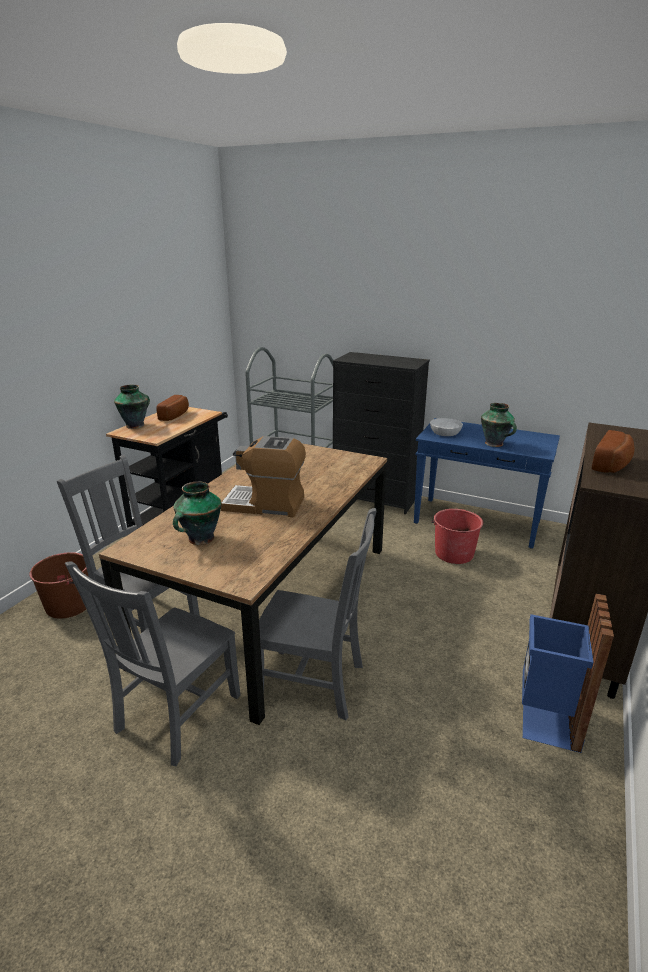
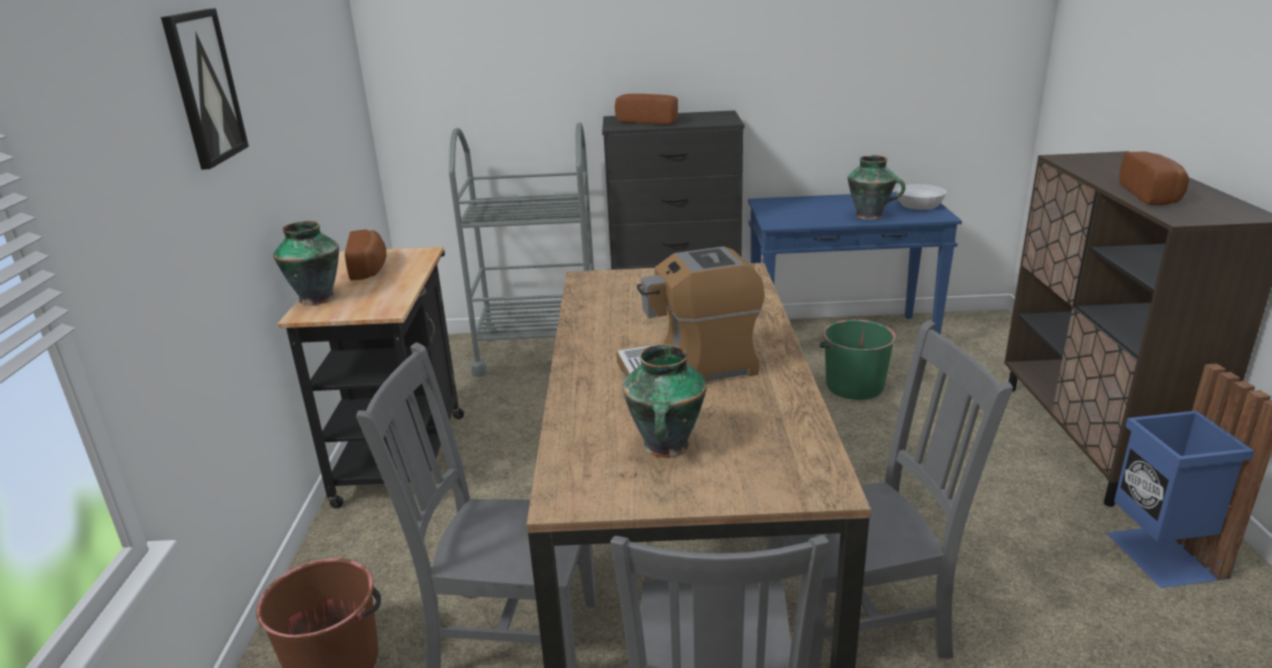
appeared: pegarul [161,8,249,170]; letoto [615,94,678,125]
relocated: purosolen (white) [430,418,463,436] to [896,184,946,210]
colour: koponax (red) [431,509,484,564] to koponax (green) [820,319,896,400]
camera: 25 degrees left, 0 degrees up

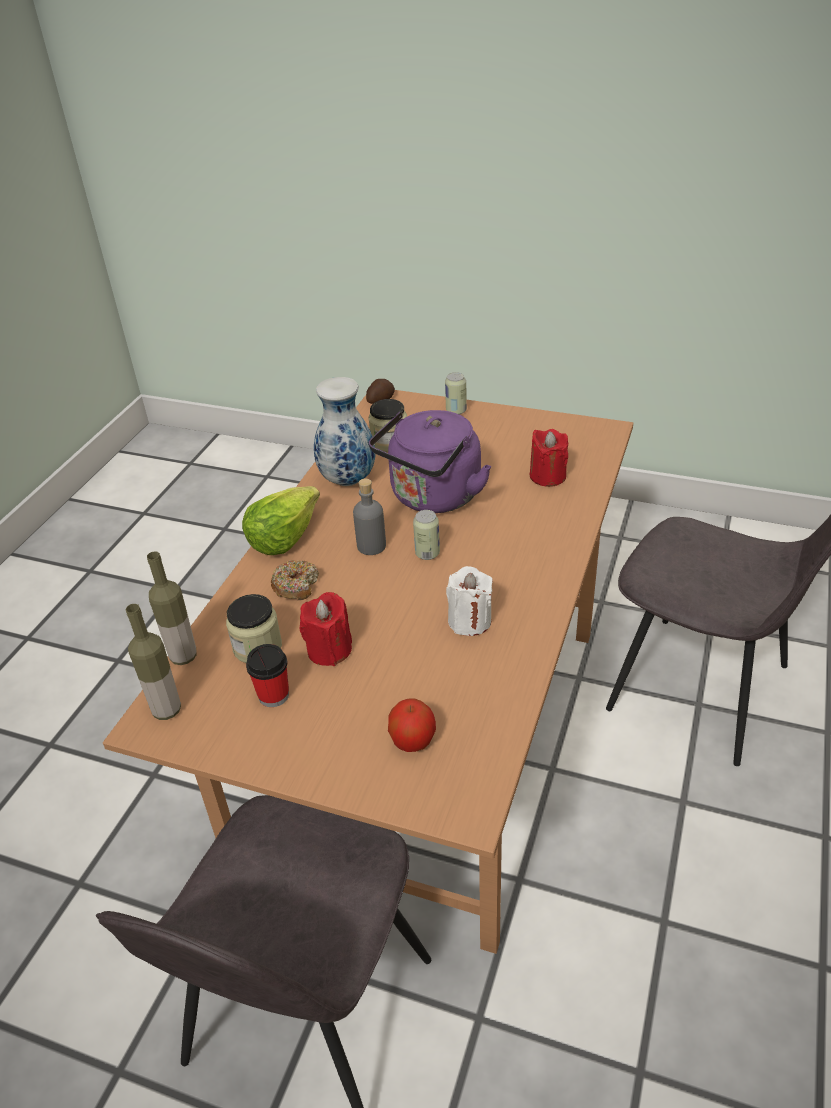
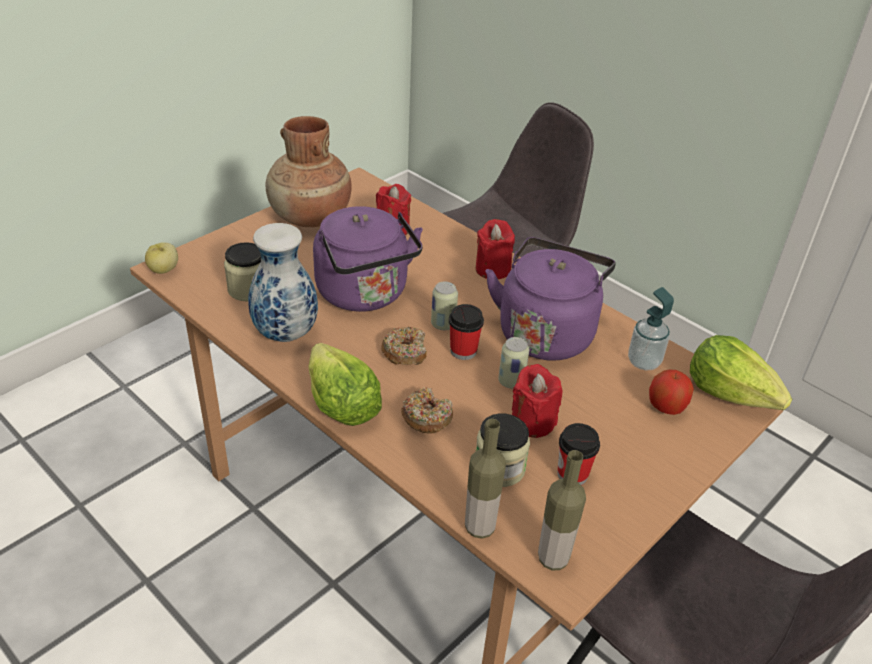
appeared: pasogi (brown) [266,116,352,227]; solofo [449,304,484,360]; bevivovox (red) [475,219,515,279]; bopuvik [628,287,674,370]; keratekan [690,335,792,410]
relocated: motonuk [445,372,467,415] to [498,337,529,388]
exchanged: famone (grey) [353,479,386,555] to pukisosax [381,327,427,365]; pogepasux [366,379,395,404] to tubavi [145,242,178,274]; bevivovox (white) [446,566,493,636] to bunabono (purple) [485,237,616,361]
camera: 70 degrees left, 0 degrees up

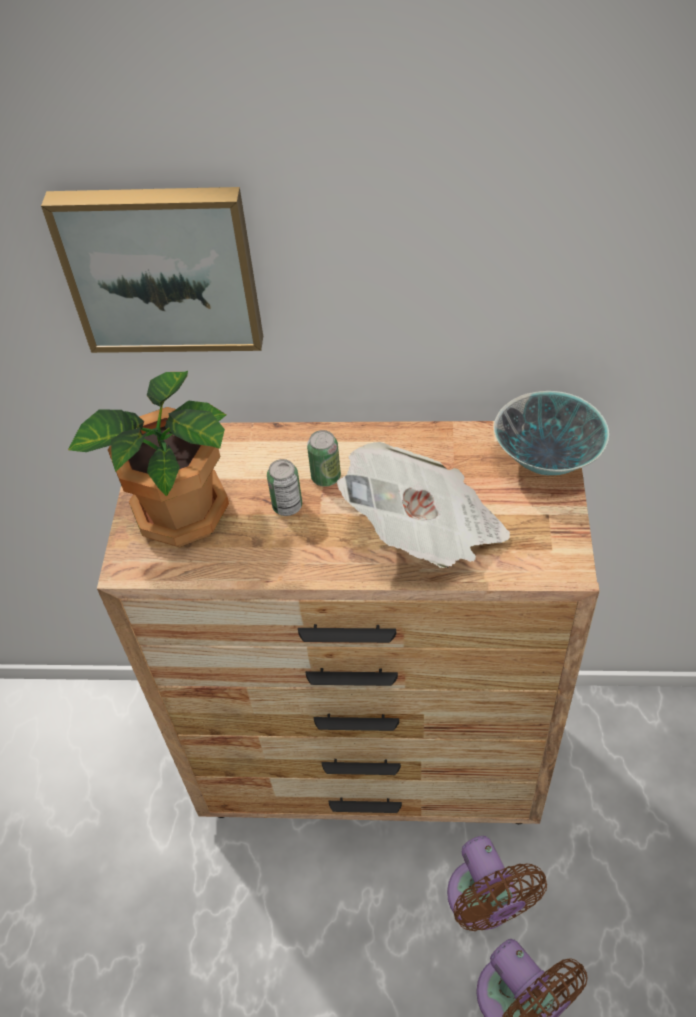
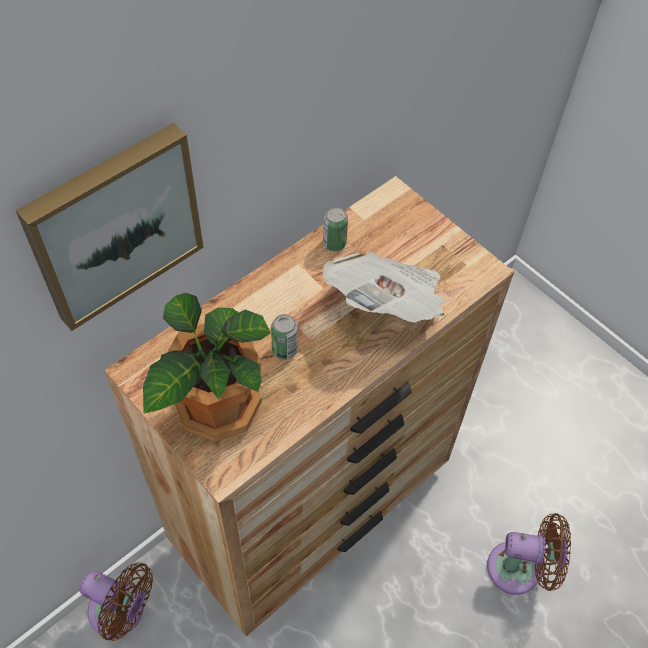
missing: purosolen [494,391,609,475]
relocated: motonuk [307,430,341,487] to [323,207,348,251]; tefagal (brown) [447,836,547,931] to [79,563,153,641]
camera: 50 degrees left, 5 degrees up

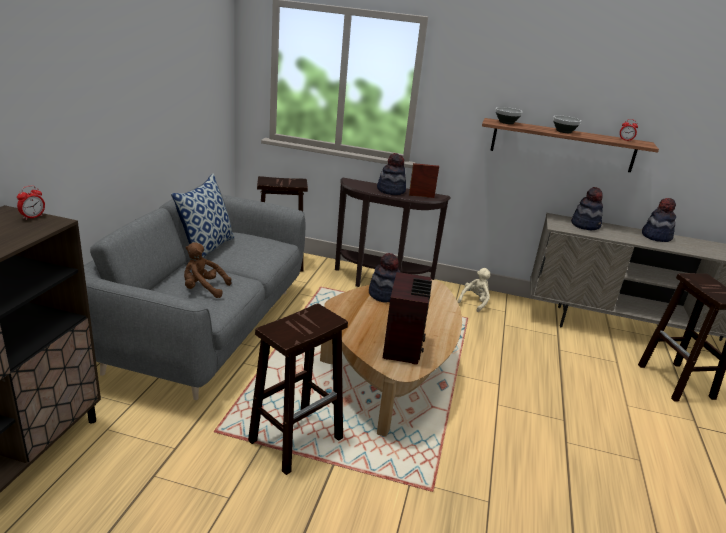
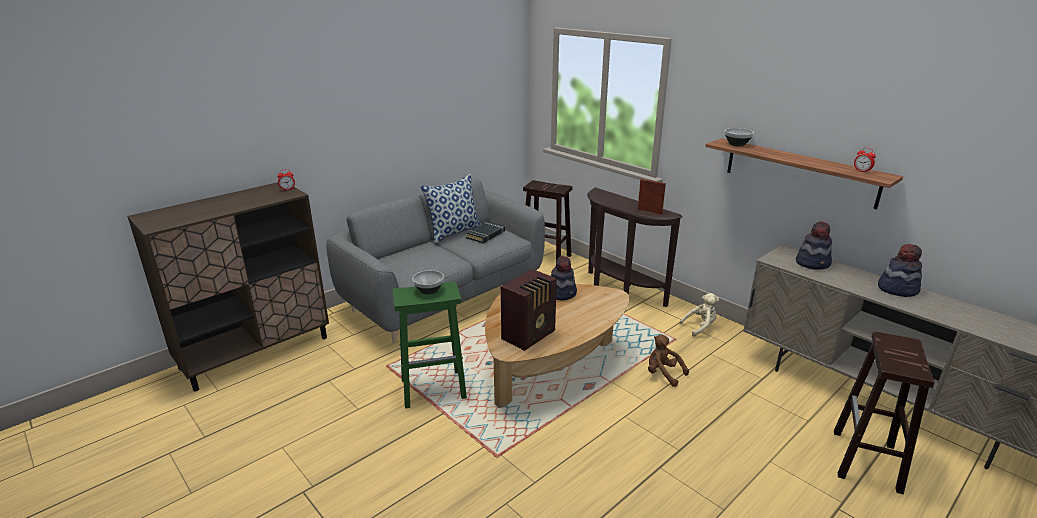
missing: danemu [377,153,406,195]
appeared: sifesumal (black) [466,221,505,243]
relocated: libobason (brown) [184,243,232,298] to [648,335,689,387]; purosolen [553,116,581,133] to [412,270,444,295]
colour: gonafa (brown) [248,304,348,475] to gonafa (green) [392,282,467,408]
camera: 35 degrees right, 0 degrees up

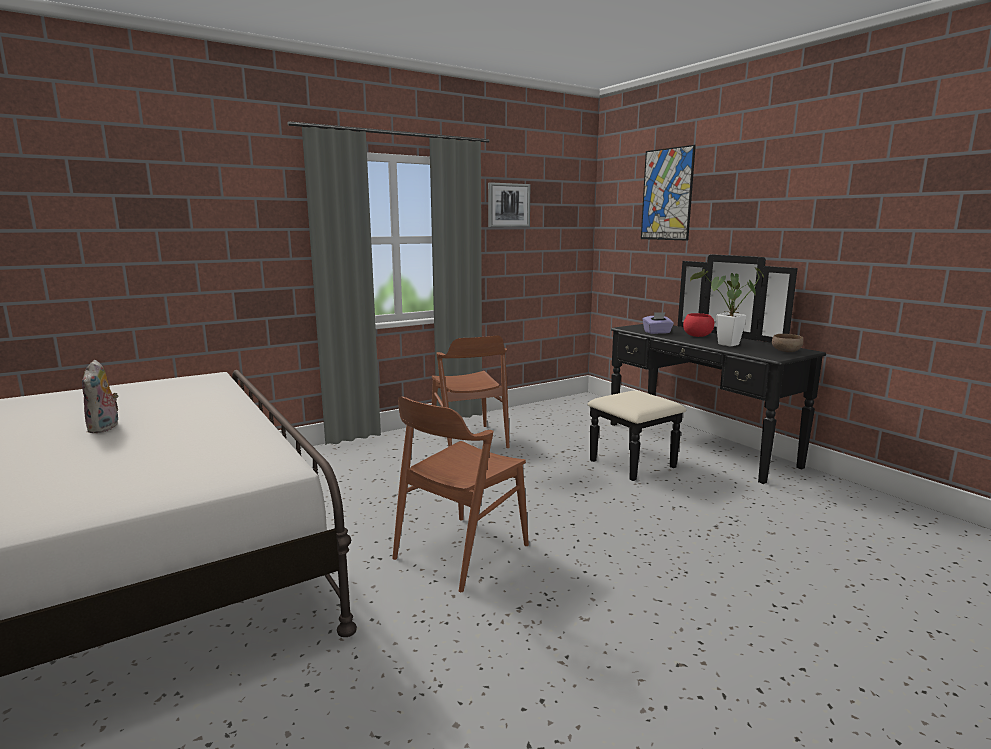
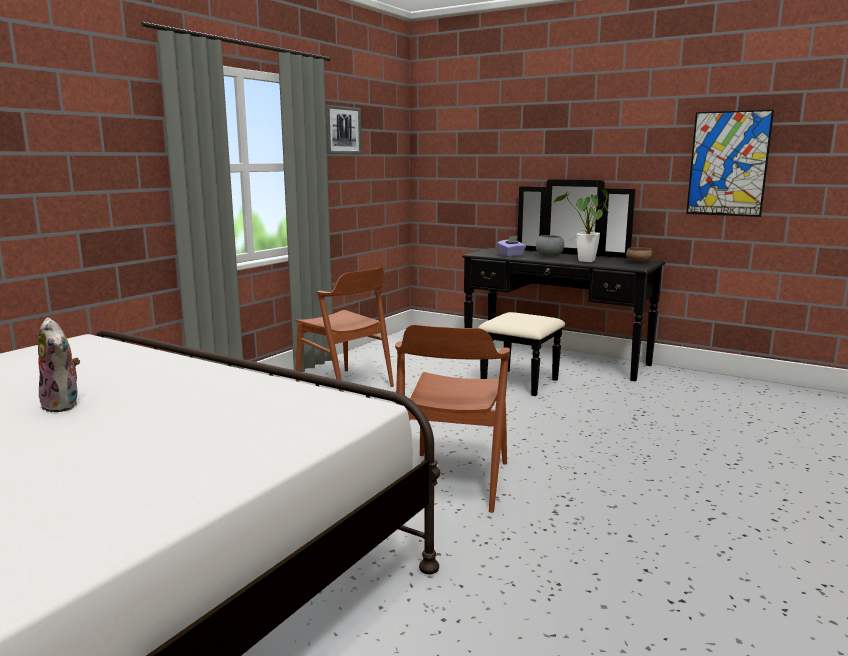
relocated: pegarul [641,145,696,240] to [686,110,774,217]
colour: purosolen (red) [683,313,714,337] to purosolen (grey) [536,235,564,257]
camera: 25 degrees left, 0 degrees up

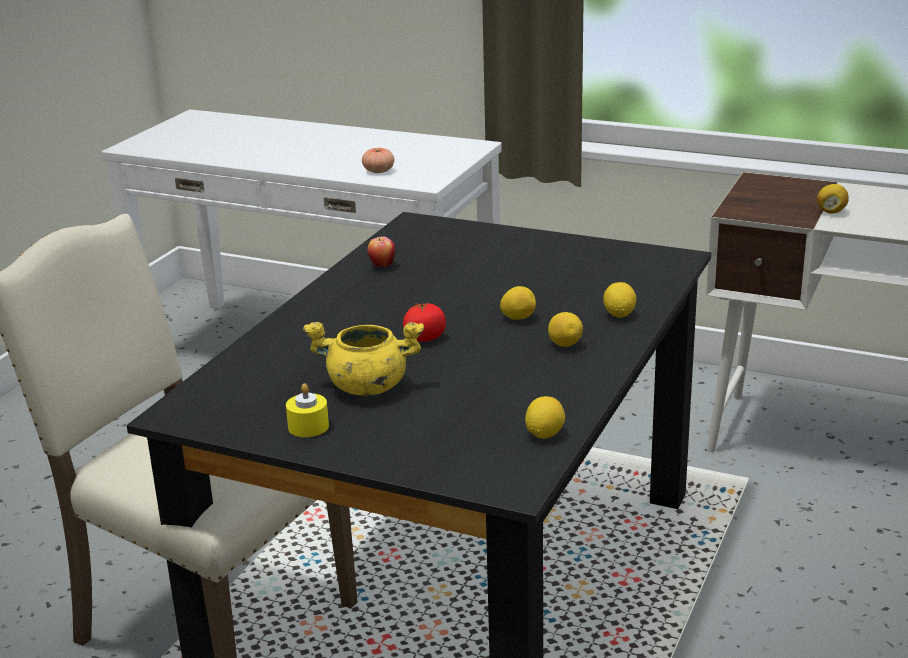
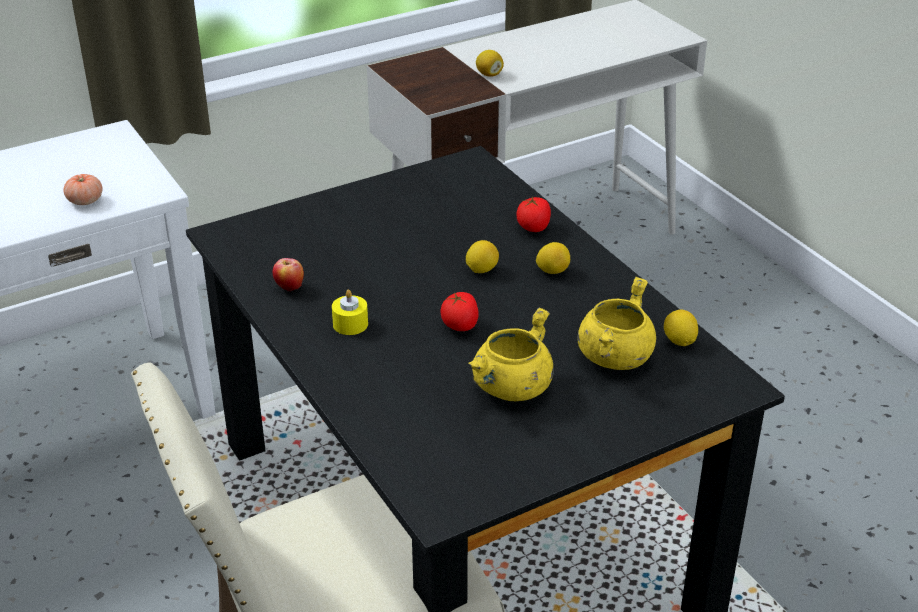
appeared: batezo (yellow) [578,277,656,370]
relocated: bevivovox (yellow) [286,383,329,437] to [332,290,368,335]
exchanged: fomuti [603,282,636,318] to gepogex [516,197,551,232]
camera: 55 degrees left, 10 degrees up

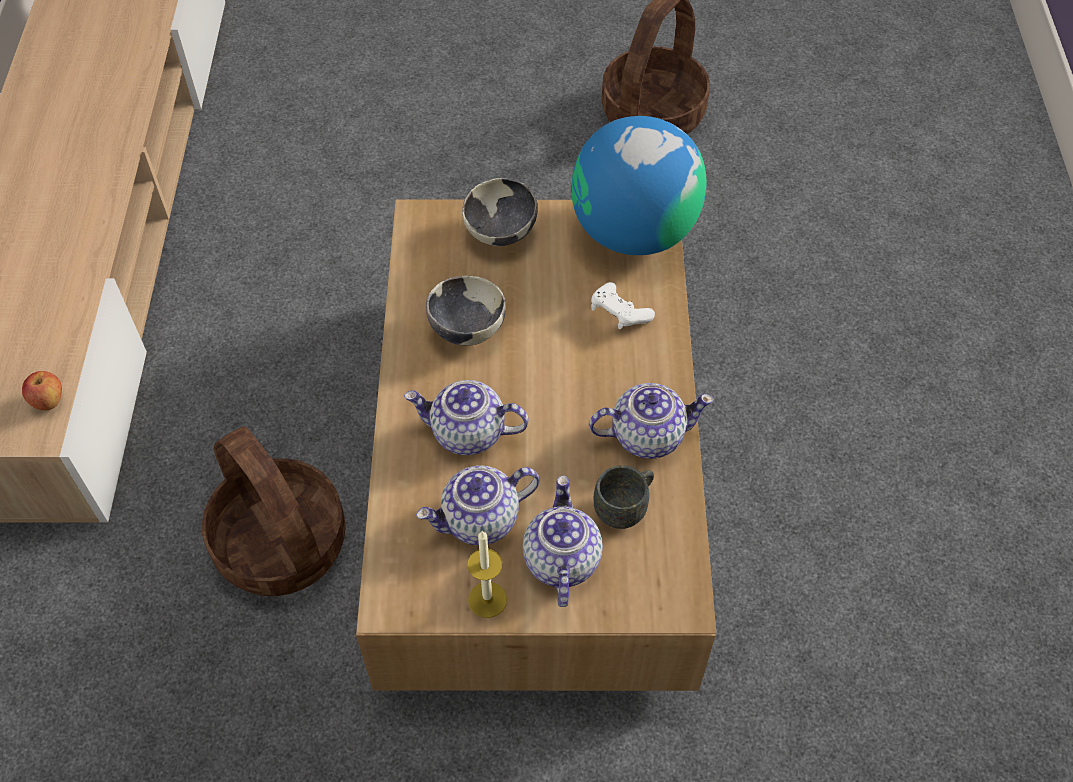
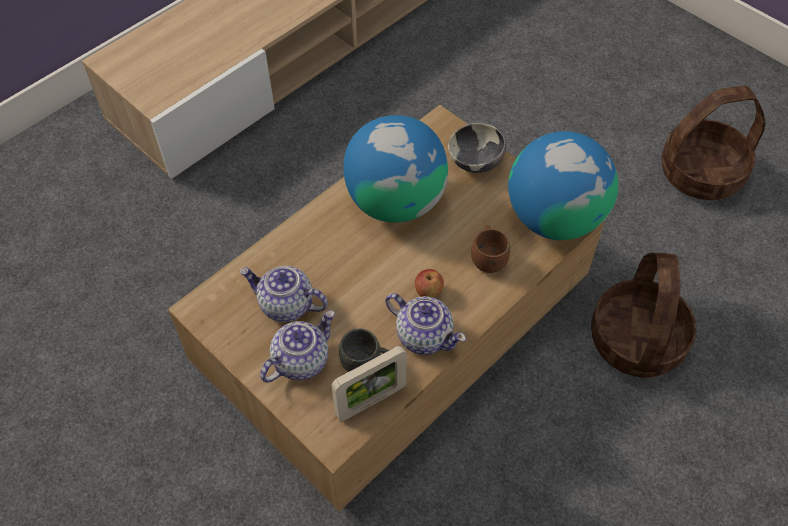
missing: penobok [404,380,529,455]; bevivovox [467,531,507,618]
appeared: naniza [331,346,407,421]
relocated: tubavi [22,371,62,411] to [415,269,444,298]; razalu [202,426,346,596] to [591,253,696,377]
exchanged: purosolen [426,276,506,346] to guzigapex [343,115,448,223]; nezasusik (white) [591,282,655,329] to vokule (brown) [471,225,510,273]
camera: 45 degrees right, 0 degrees up

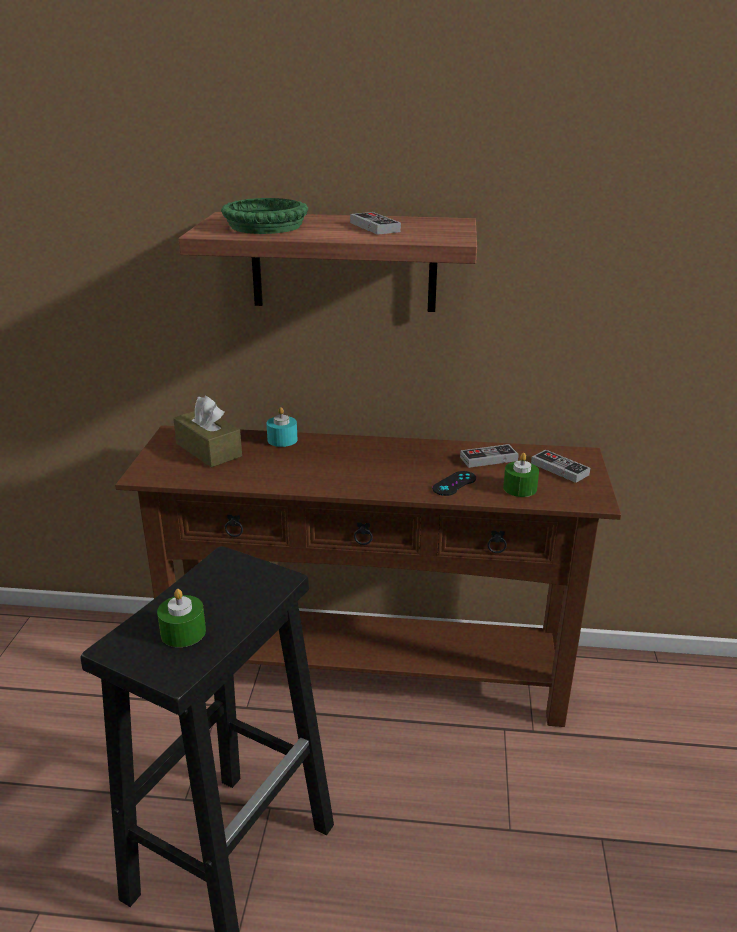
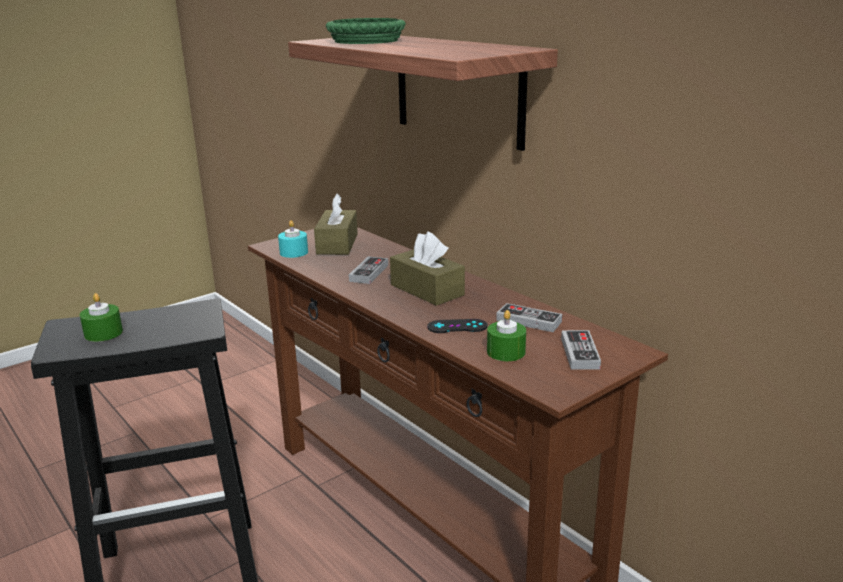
appeared: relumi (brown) [390,232,465,306]
relocated: bevivovox (turquoise) [266,407,297,447] to [278,220,308,258]; nezasusik [350,212,401,235] to [349,257,388,284]
camera: 45 degrees right, 5 degrees down

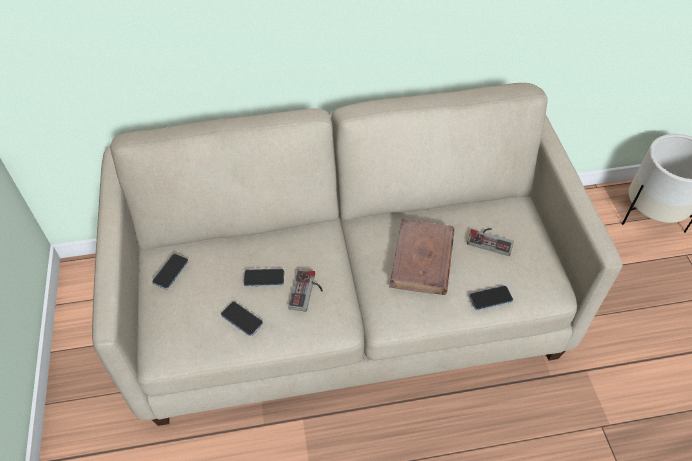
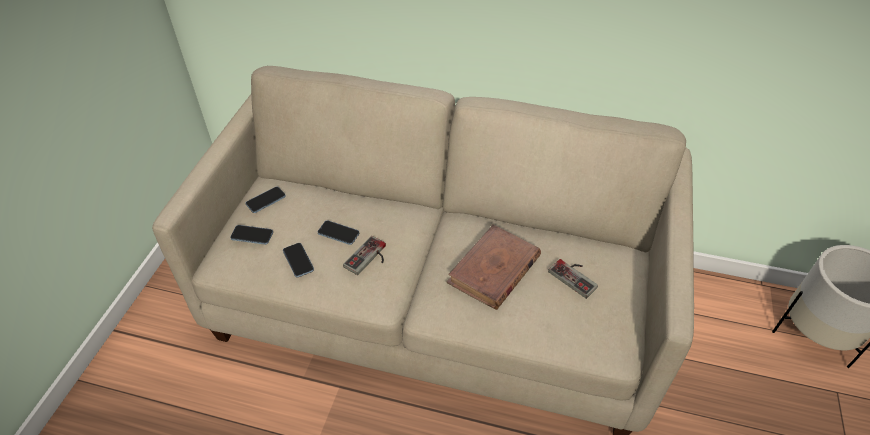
relocated: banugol [469,285,513,310] to [230,225,273,245]
camera: 25 degrees right, 5 degrees down

